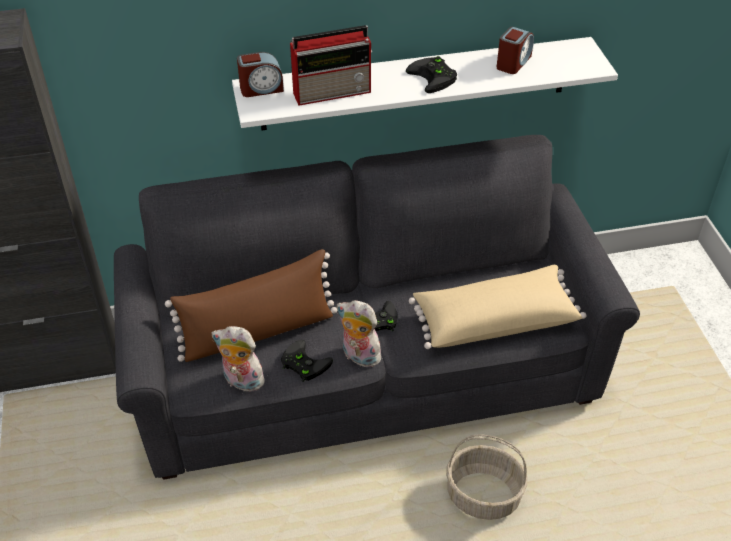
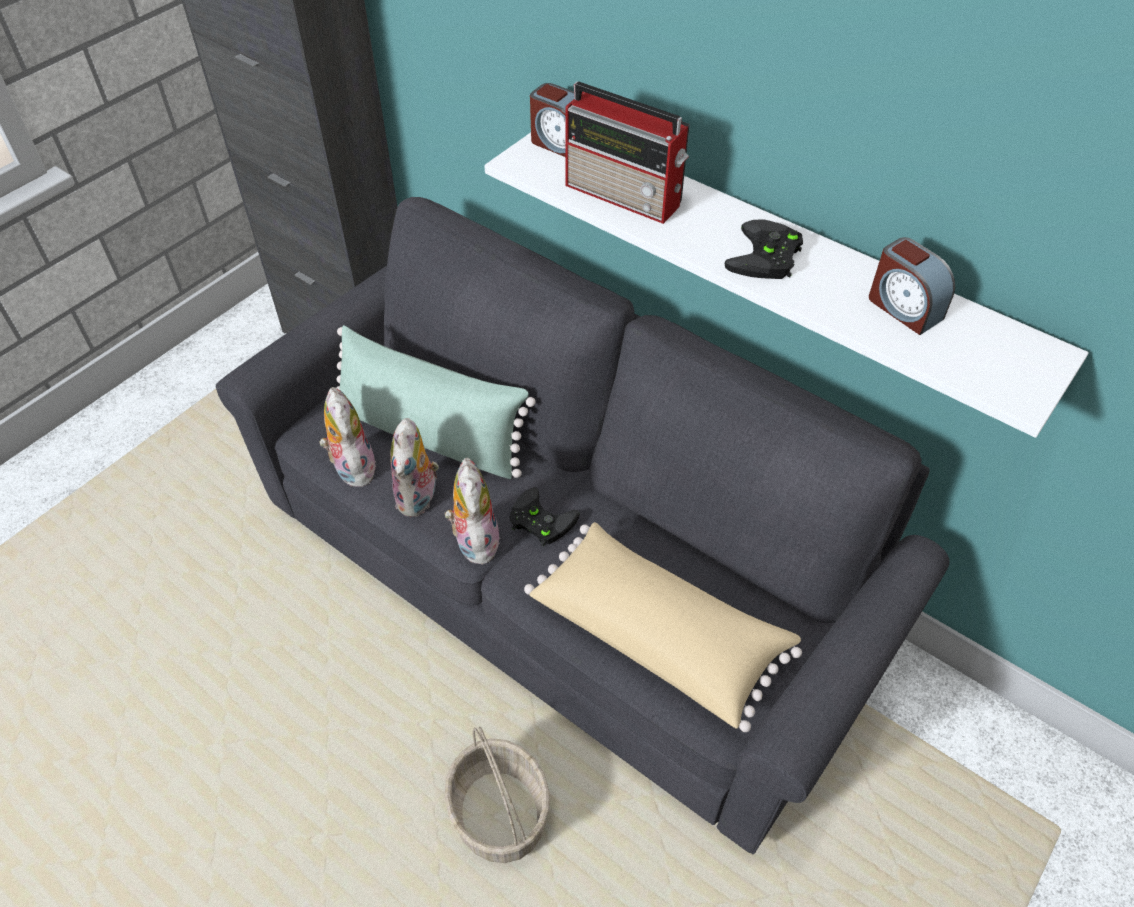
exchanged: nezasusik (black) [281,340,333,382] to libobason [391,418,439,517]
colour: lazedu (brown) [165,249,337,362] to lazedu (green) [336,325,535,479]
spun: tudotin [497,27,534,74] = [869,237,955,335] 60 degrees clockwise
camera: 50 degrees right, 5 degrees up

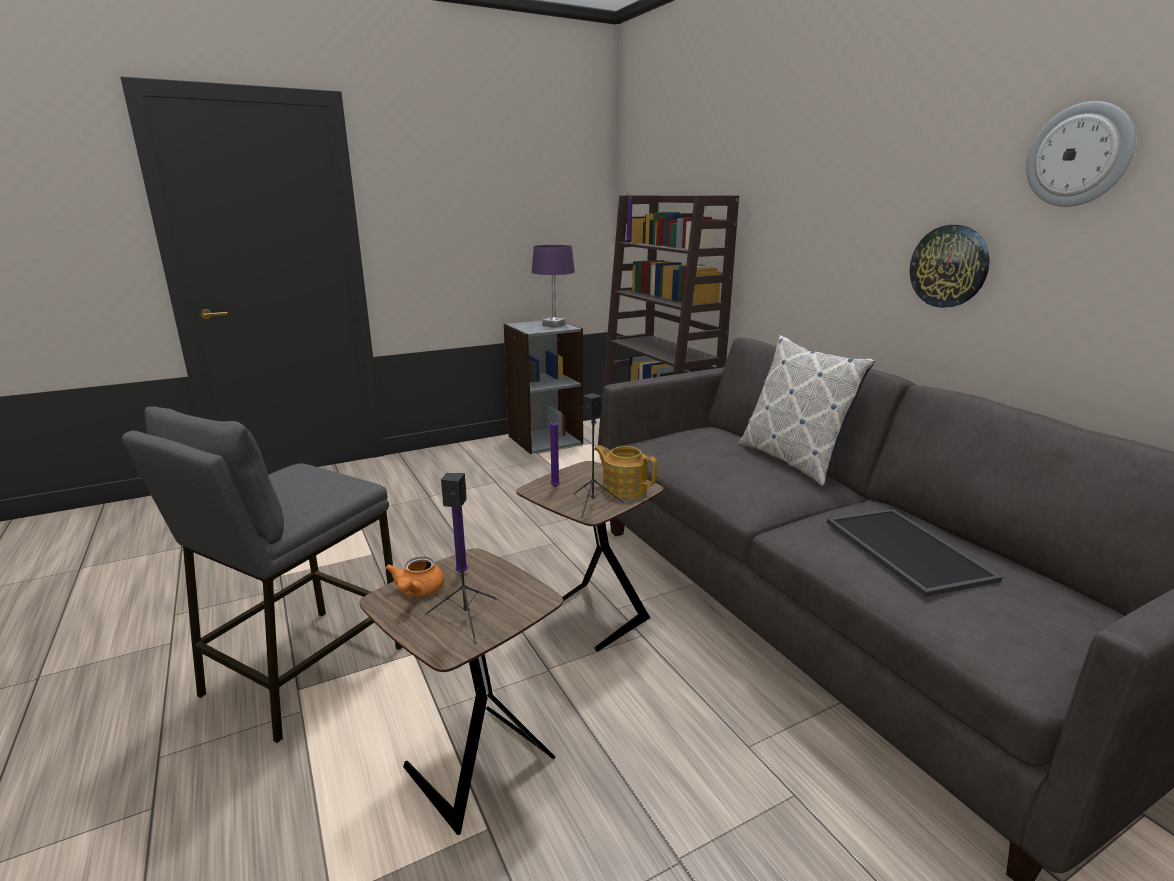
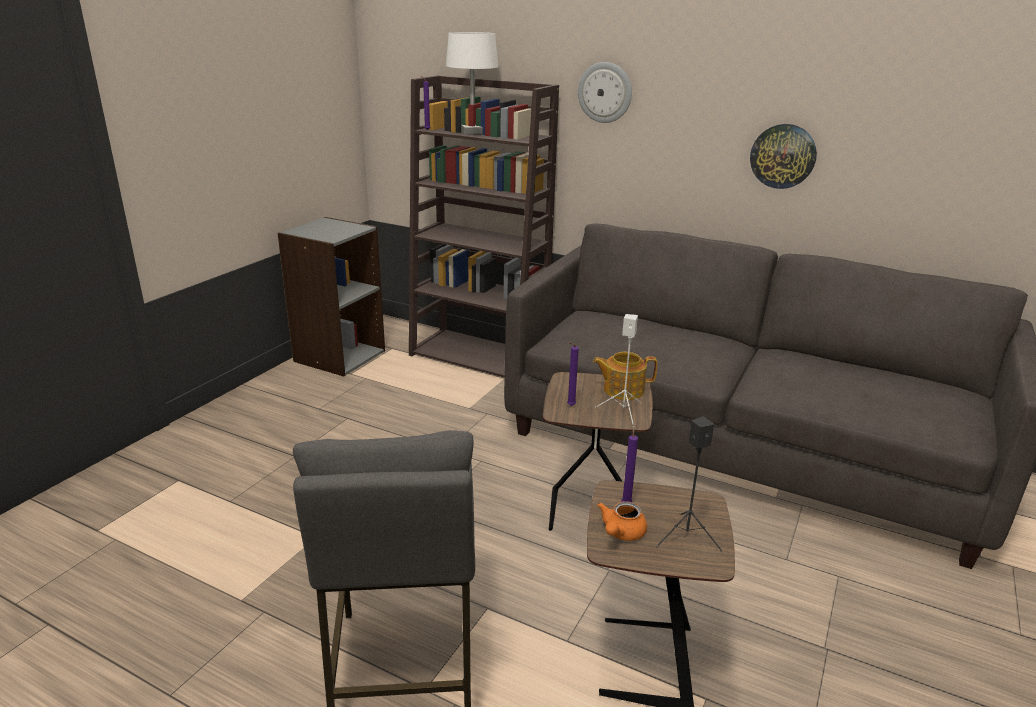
missing: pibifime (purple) [532,245,575,328]; lazedu [739,335,874,487]; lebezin [827,509,1002,597]
appeared: pibifime (white) [446,32,498,135]
relocated: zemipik [1026,101,1135,207] to [578,62,632,123]
colour: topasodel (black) [574,393,623,518] to topasodel (white) [595,314,641,427]
spun: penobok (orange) [385,556,444,597] = [597,501,647,541] 60 degrees clockwise
camera: 35 degrees left, 5 degrees up

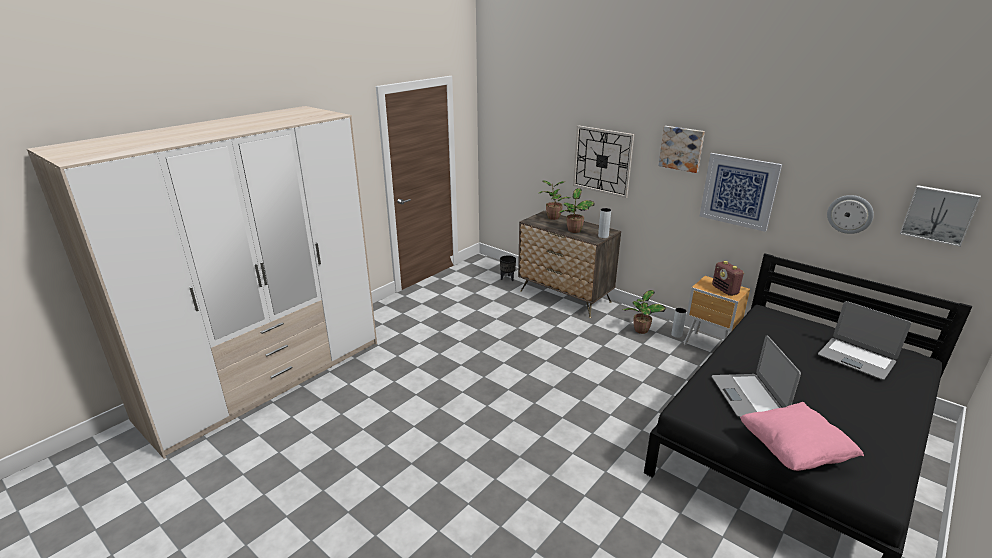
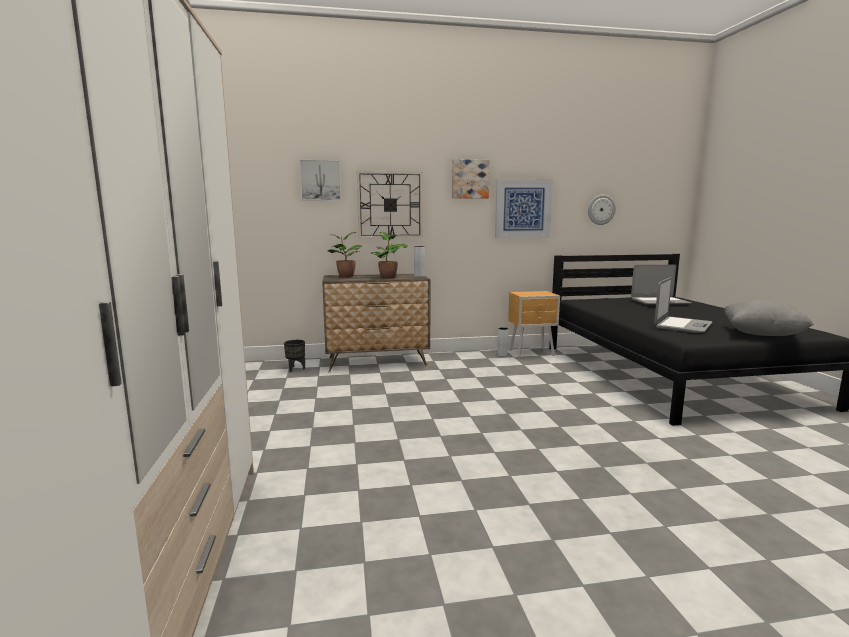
missing: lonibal [622,290,666,334]; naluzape [712,261,744,296]
relocated: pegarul [900,185,981,247] to [299,159,341,201]
colour: lazedu (pink) [740,402,864,471] to lazedu (grey) [724,300,814,336]
spun: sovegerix [712,336,801,417] = [654,277,712,333] 90 degrees counterclockwise
camera: 50 degrees left, 15 degrees down

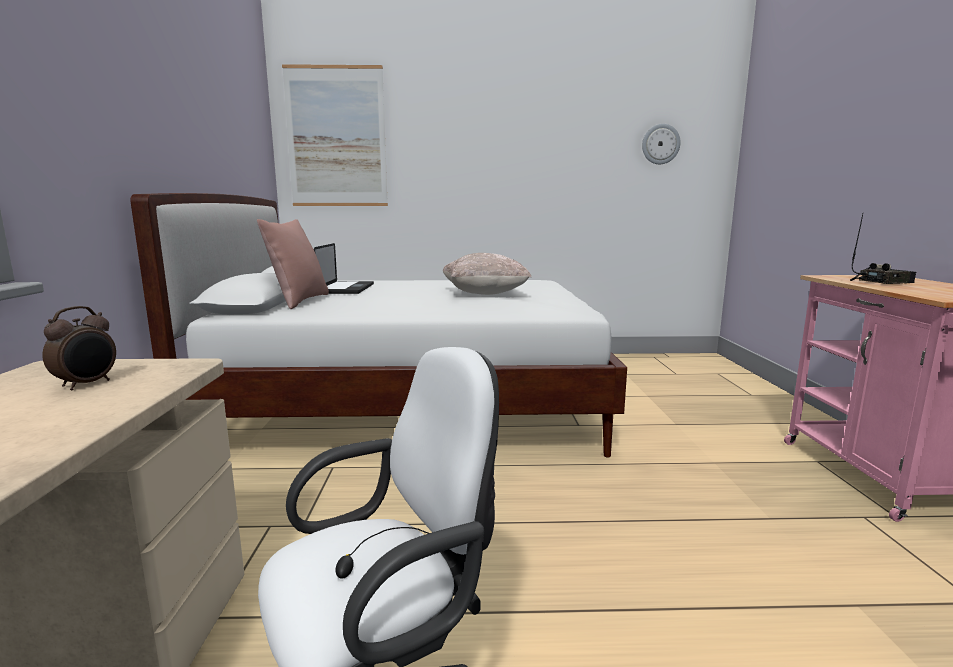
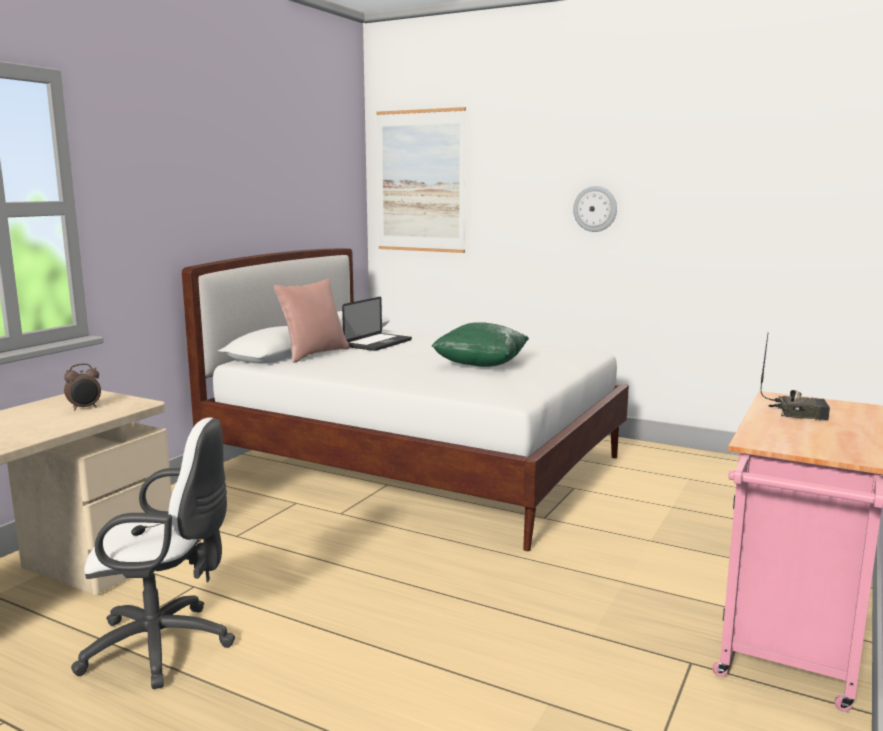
relocated: zemipik [642,124,681,164] to [573,186,617,232]
colour: lazedu (beige) [443,253,531,295] to lazedu (green) [431,322,529,367]
camera: 30 degrees right, 0 degrees up

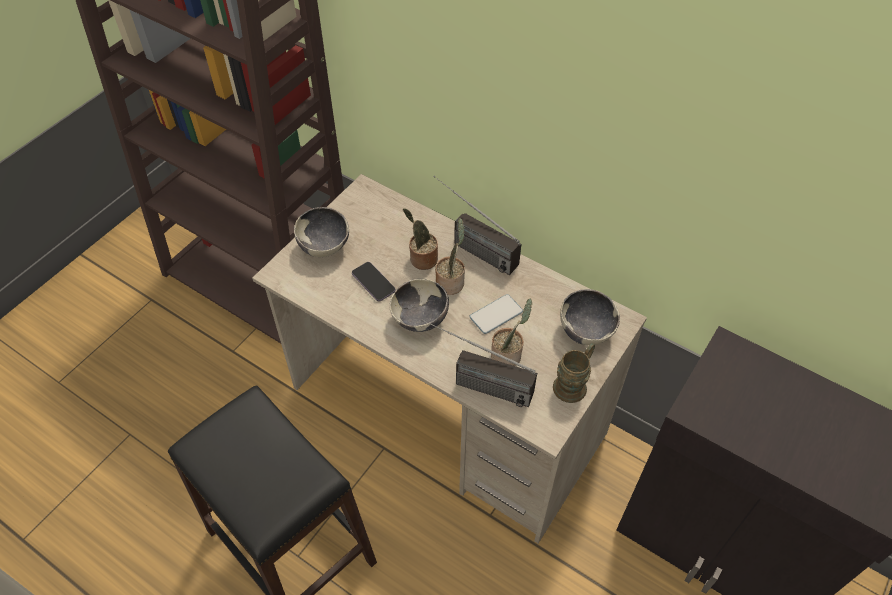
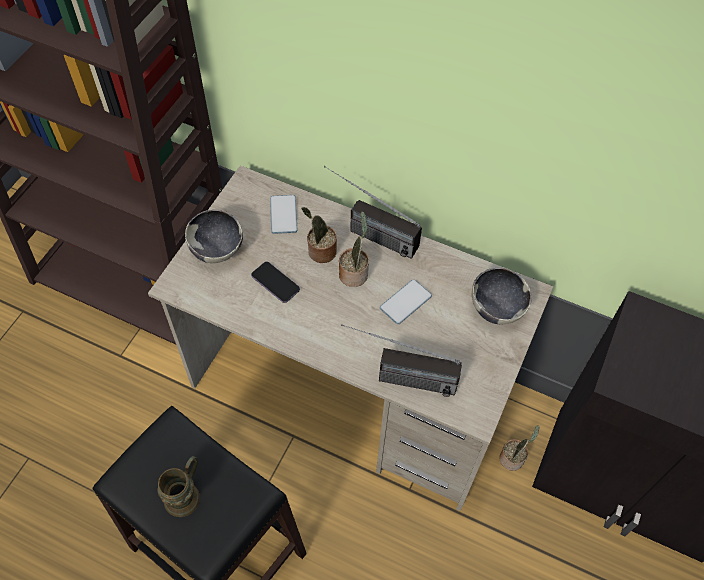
missing: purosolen [389,279,449,332]
appeared: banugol [270,195,297,234]
relocated: lonibal [491,299,532,366] to [500,425,539,471]; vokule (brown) [553,343,595,403] to [157,456,200,517]
camera: 10 degrees left, 5 degrees up

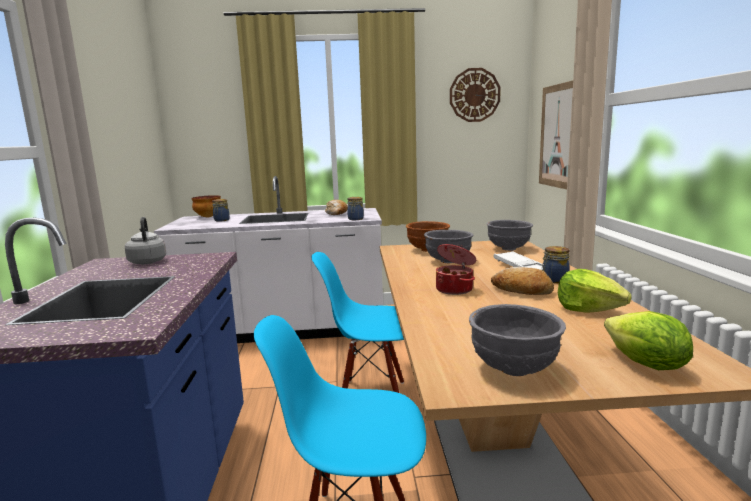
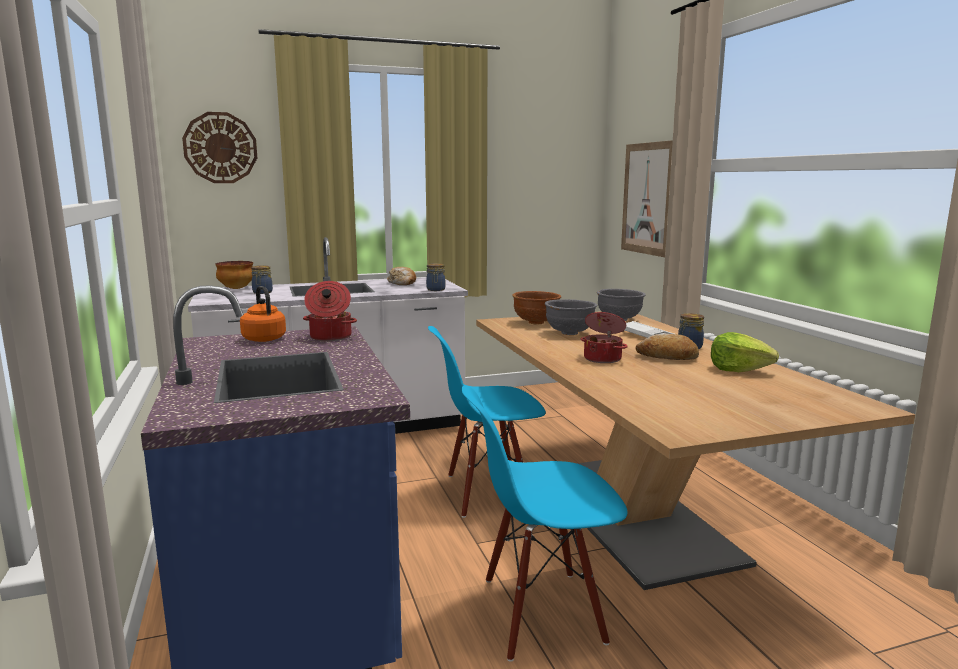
missing: purosolen (grey) [469,304,566,376]; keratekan [604,311,693,370]
appeared: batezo [303,281,357,341]
relocated: zemipik [450,68,501,122] to [182,112,257,183]
colour: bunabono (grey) [125,217,166,264] to bunabono (orange) [240,286,286,342]
camera: 15 degrees left, 0 degrees up

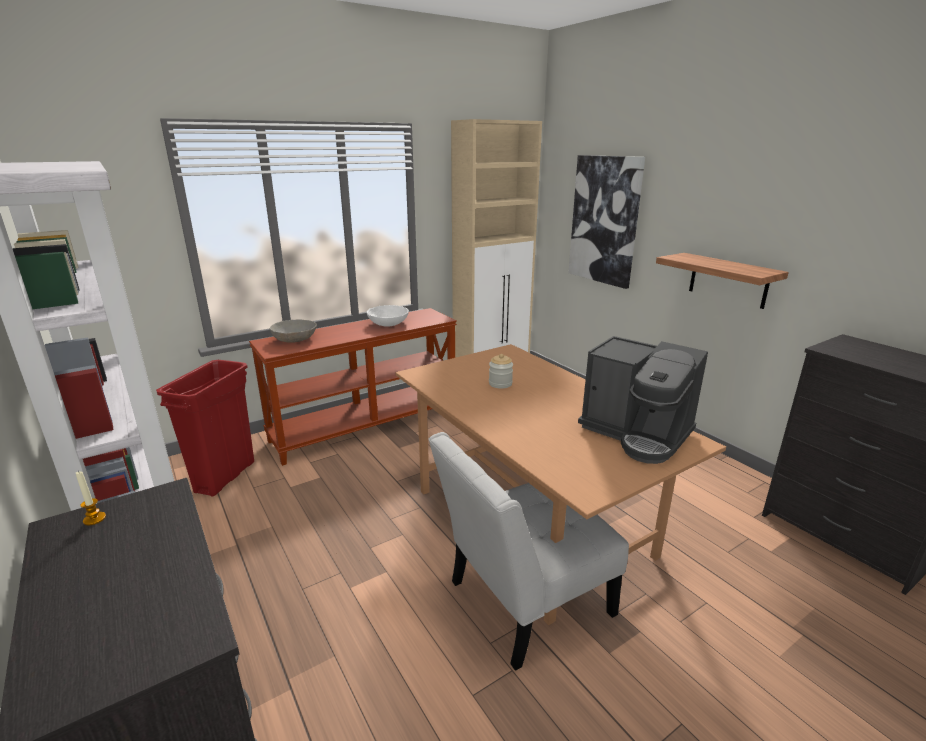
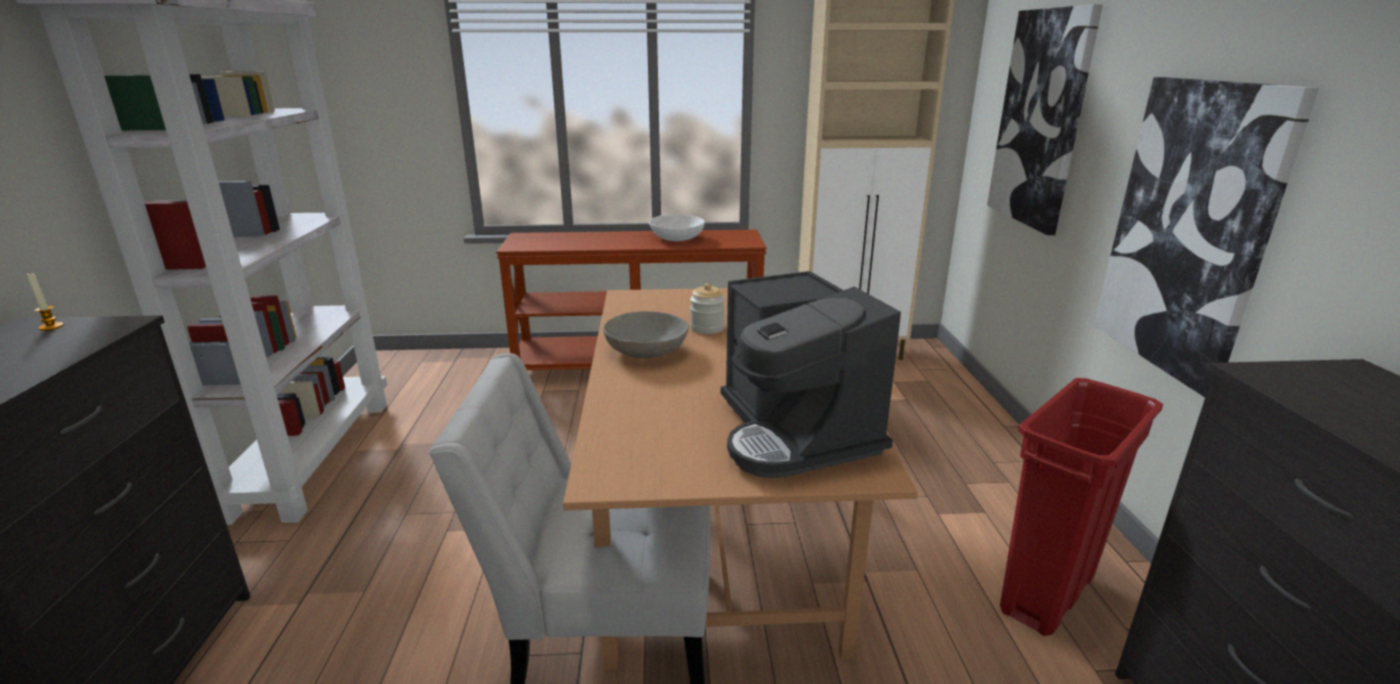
relocated: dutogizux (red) [156,360,254,497] to [1000,378,1163,636]; purosolen (grey) [270,319,317,343] to [603,311,689,358]
exchanged: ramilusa [656,253,789,309] to pegarul [1094,77,1319,397]
camera: 30 degrees right, 0 degrees up

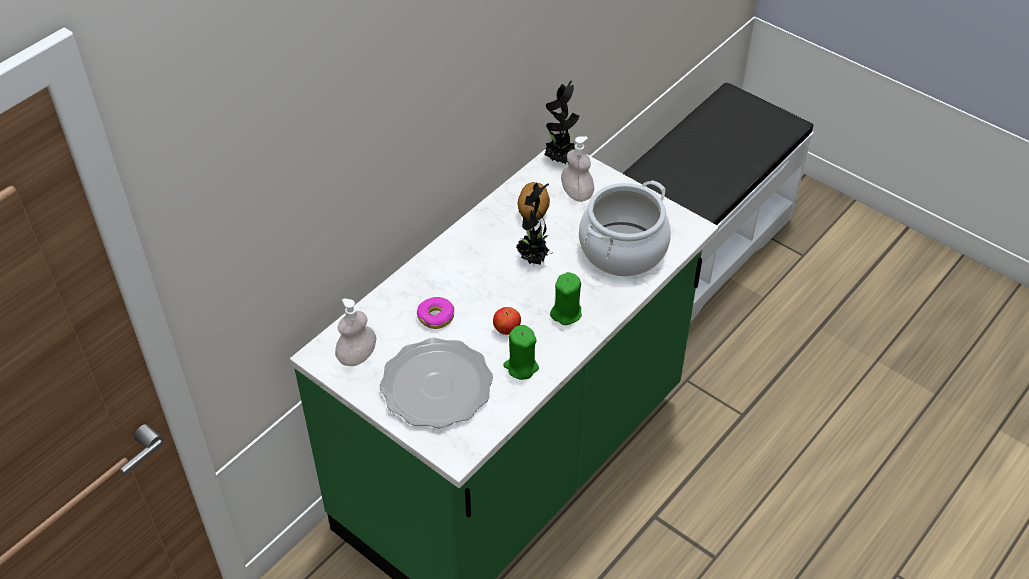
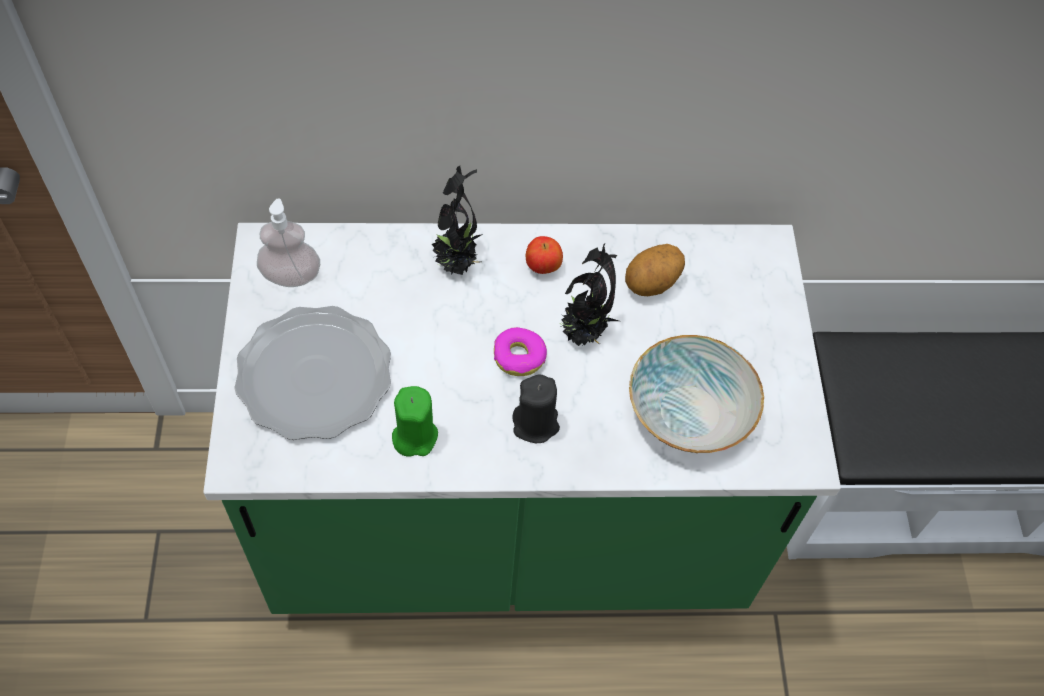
missing: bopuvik [561,136,594,202]
relocated: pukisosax [417,297,454,329] to [494,327,547,376]; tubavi [493,307,521,335] to [526,236,563,274]; lonibal [544,81,579,165] to [432,166,483,275]
exchanged: batezo [579,180,671,276] to purosolen [629,335,764,453]
colour: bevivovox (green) [550,272,582,325] to bevivovox (black) [512,375,560,443]
camera: 45 degrees right, 10 degrees up

